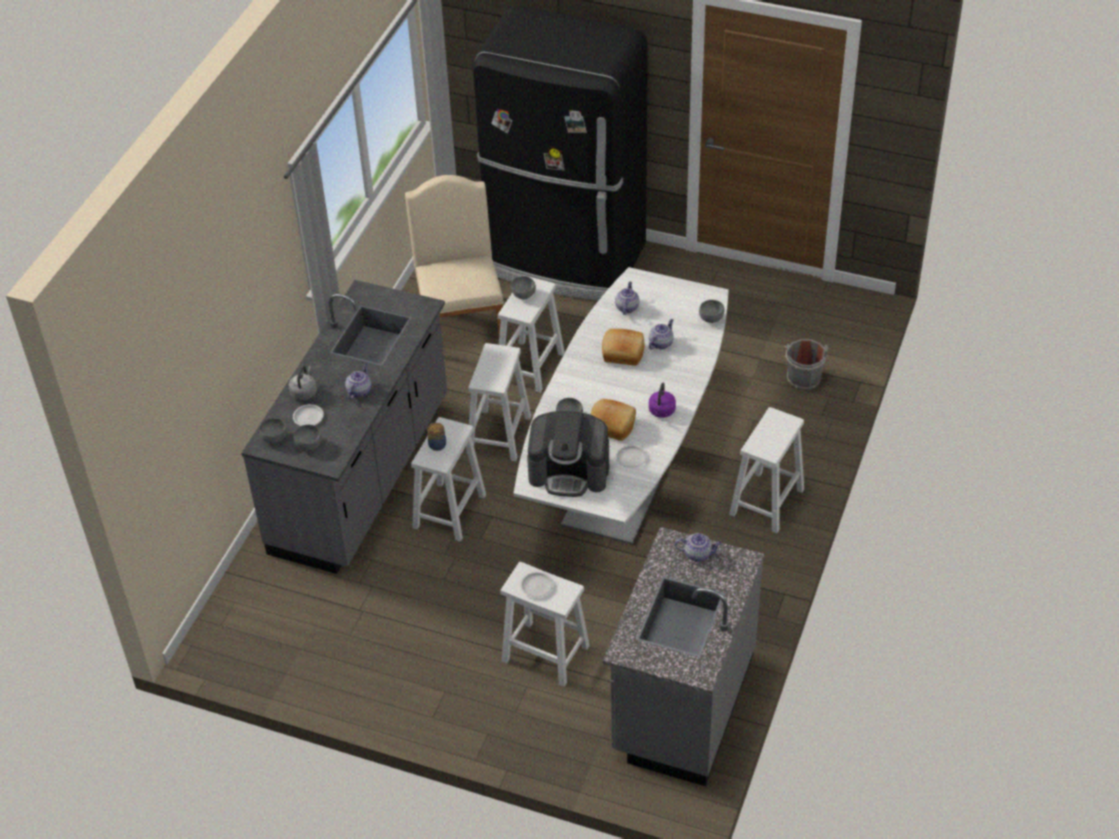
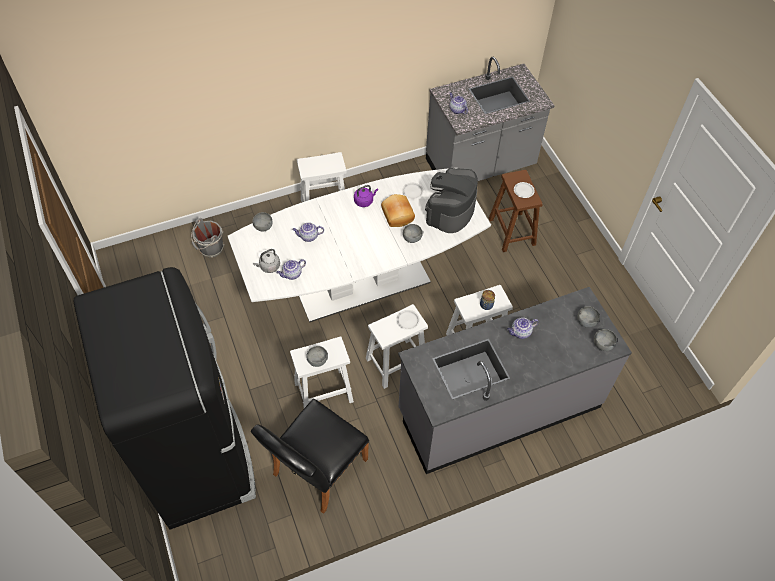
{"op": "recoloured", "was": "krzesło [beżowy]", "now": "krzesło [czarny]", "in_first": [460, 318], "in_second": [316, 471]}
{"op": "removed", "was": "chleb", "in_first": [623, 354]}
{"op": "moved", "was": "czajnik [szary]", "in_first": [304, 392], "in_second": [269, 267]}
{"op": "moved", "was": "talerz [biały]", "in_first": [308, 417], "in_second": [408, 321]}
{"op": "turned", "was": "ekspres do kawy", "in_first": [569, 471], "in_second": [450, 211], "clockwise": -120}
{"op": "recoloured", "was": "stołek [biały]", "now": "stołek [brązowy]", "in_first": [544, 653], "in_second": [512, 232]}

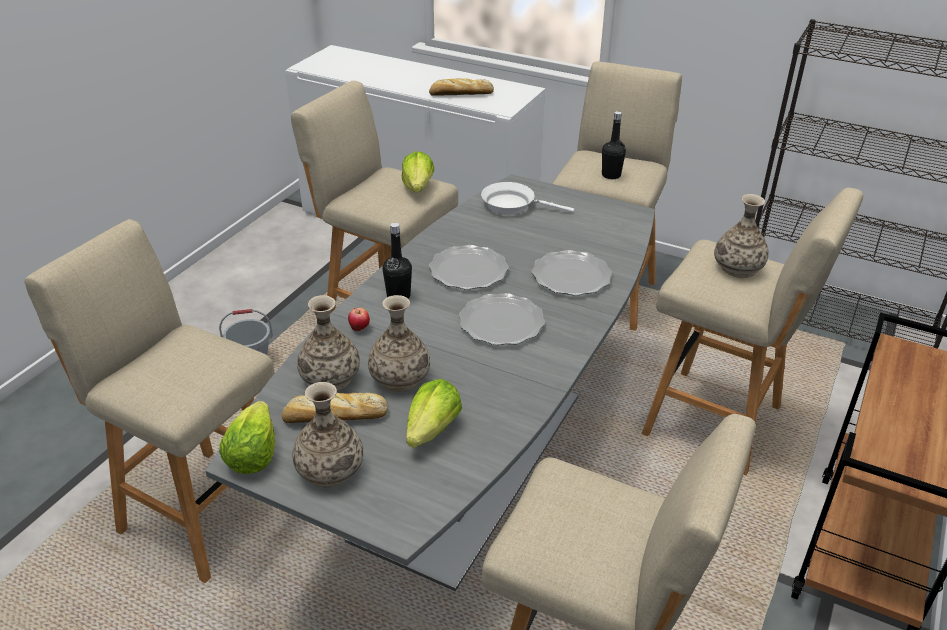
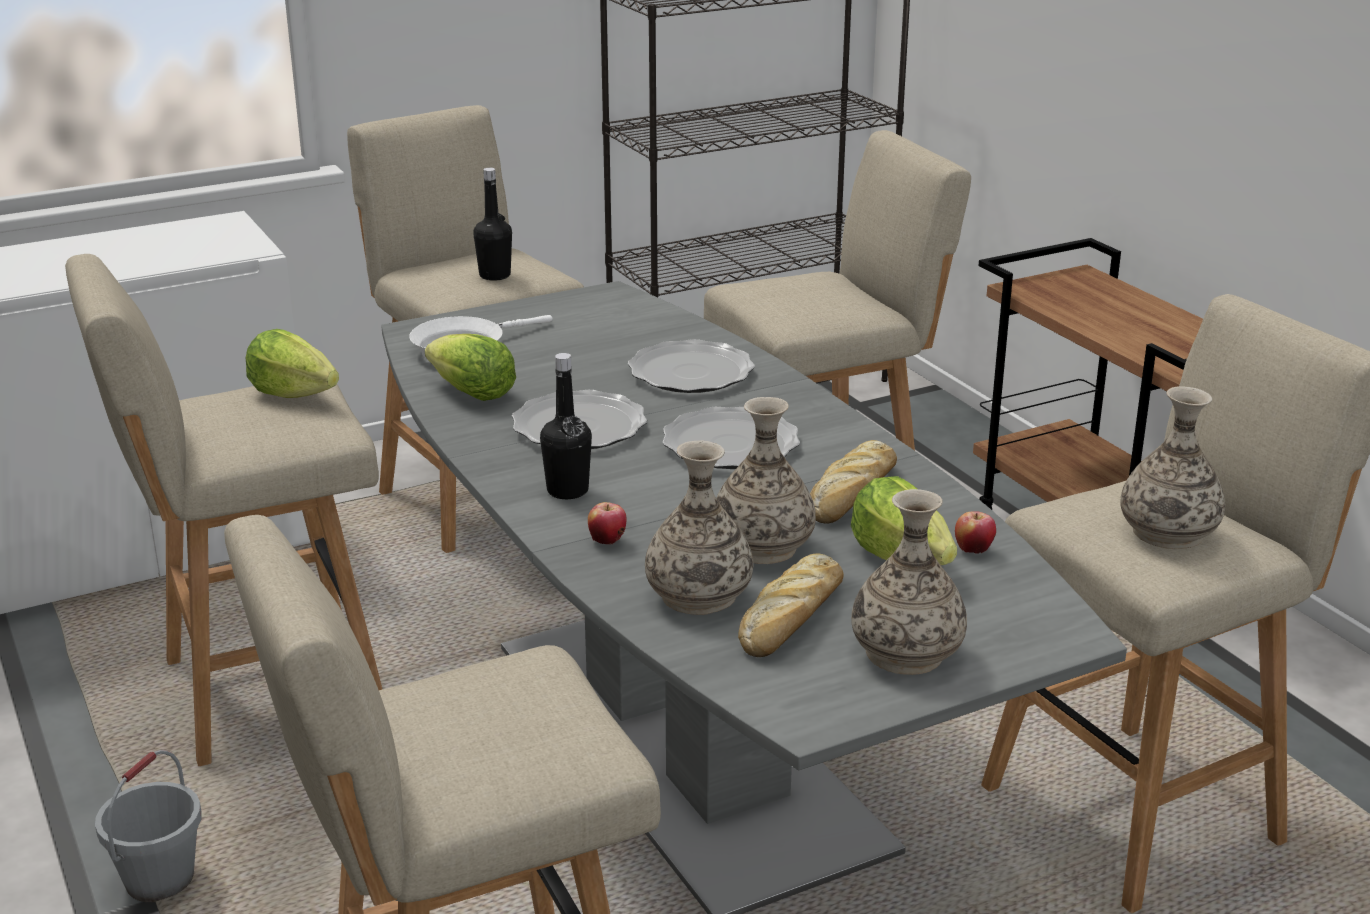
{"op": "moved", "was": "chleb", "in_first": [460, 94], "in_second": [852, 494]}
{"op": "moved", "was": "wazon", "in_first": [738, 268], "in_second": [1168, 533]}
{"op": "moved", "was": "sałata", "in_first": [253, 455], "in_second": [472, 394]}
{"op": "added", "now": "jabłko", "in_second": [973, 550]}

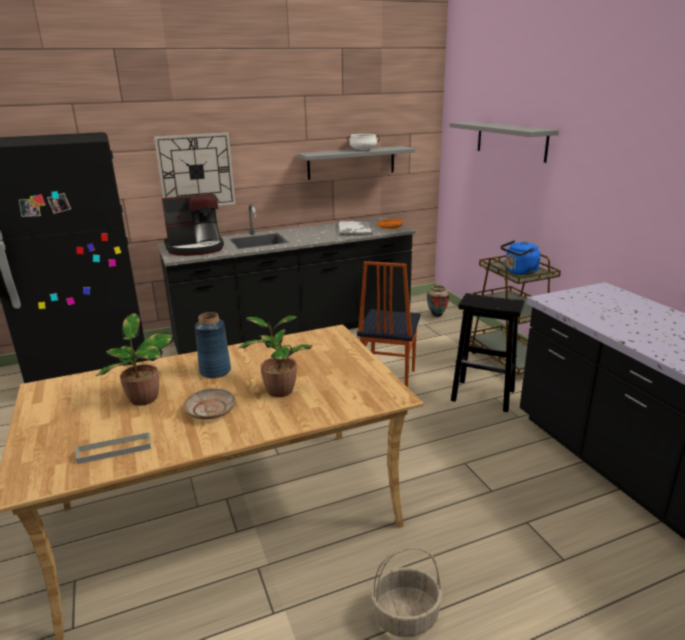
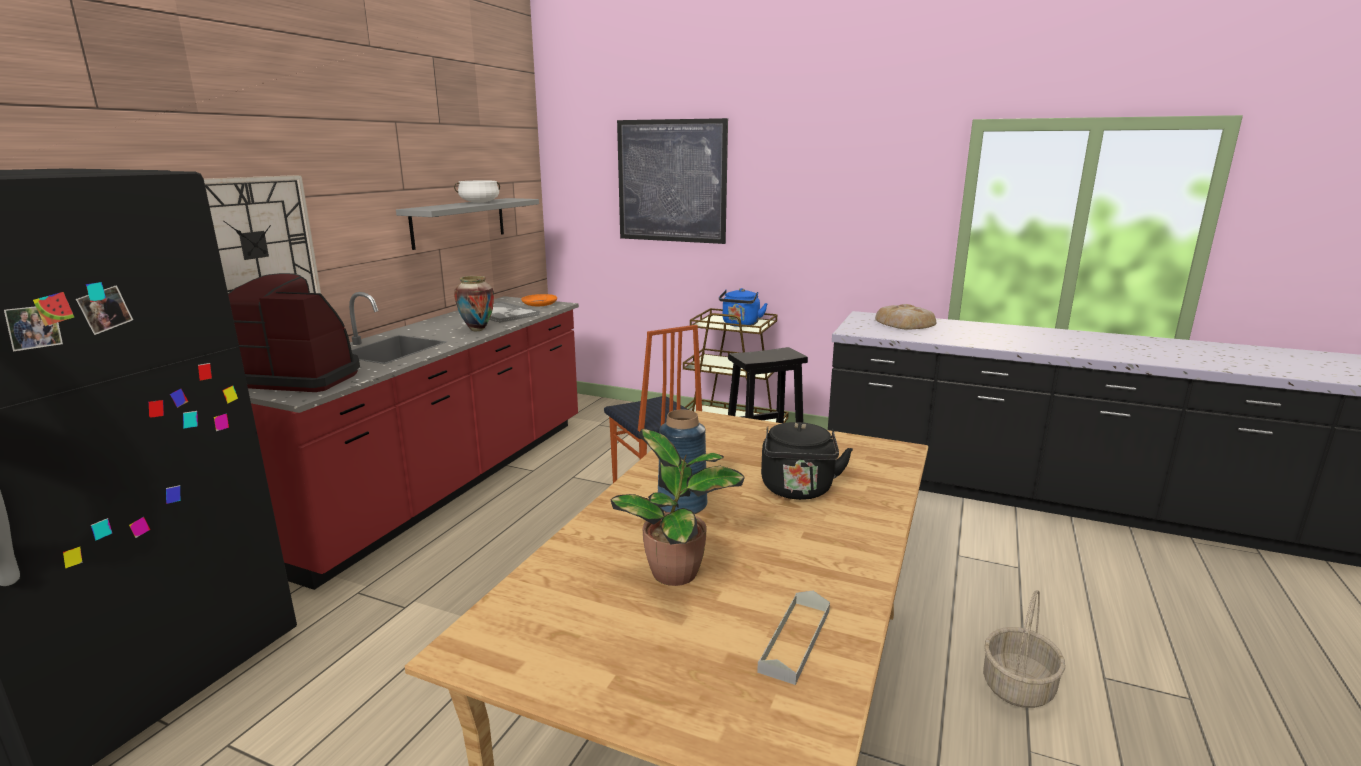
{"op": "replaced", "was": "półka [szary]", "now": "obraz", "in_first": [511, 140], "in_second": [671, 181]}
{"op": "turned", "was": "ekspres do kawy", "in_first": [195, 248], "in_second": [303, 377], "clockwise": -105}
{"op": "recoloured", "was": "zabudowa kuchenna [czarny]", "now": "zabudowa kuchenna [czerwony]", "in_first": [294, 331], "in_second": [446, 483]}
{"op": "moved", "was": "wazon", "in_first": [436, 316], "in_second": [477, 330]}
{"op": "replaced", "was": "roślina doniczkowa", "now": "czajnik [czarny]", "in_first": [278, 390], "in_second": [798, 491]}
{"op": "removed", "was": "talerz [beżowy]", "in_first": [210, 410]}
{"op": "added", "now": "chleb", "in_second": [905, 323]}

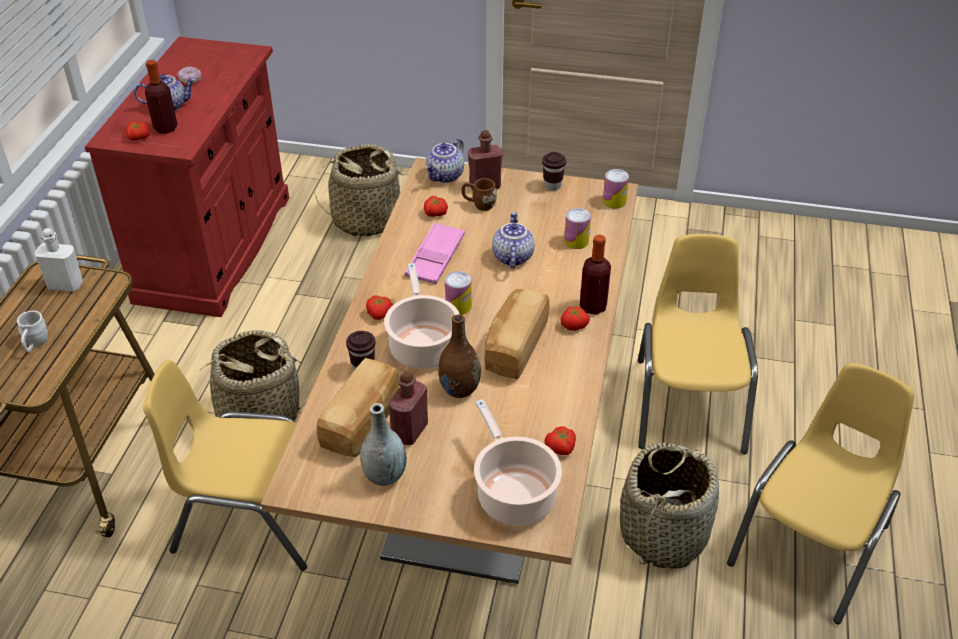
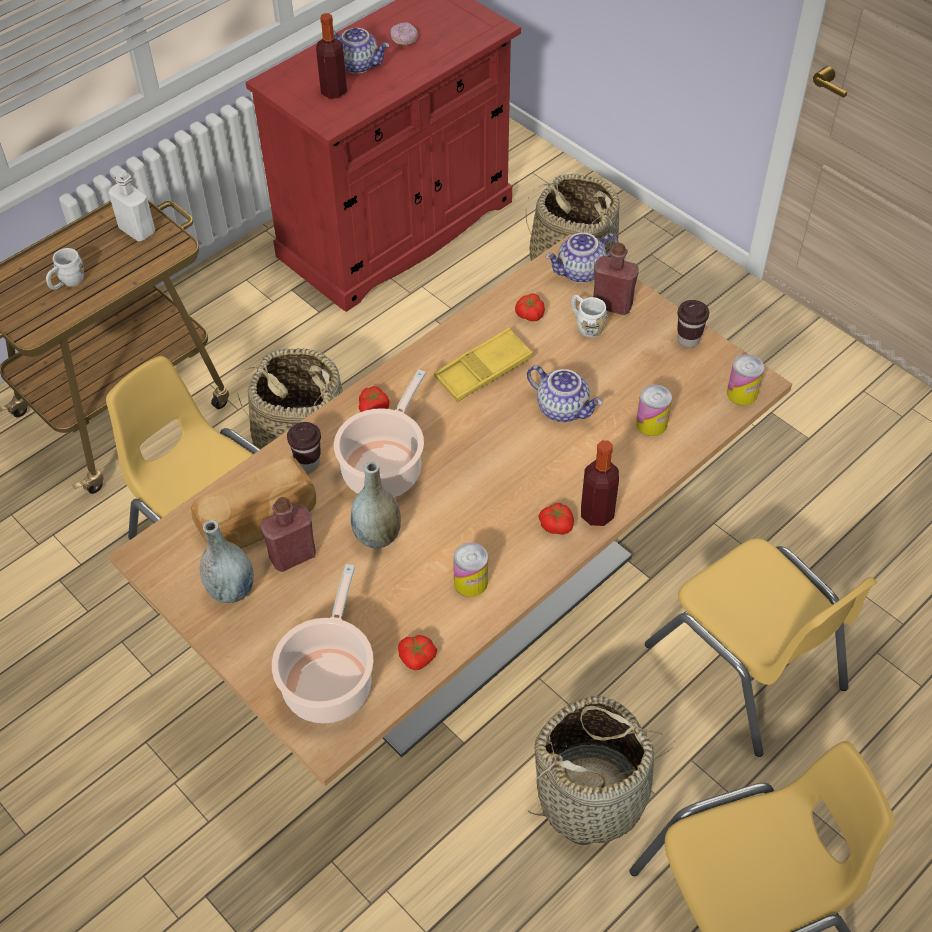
{"op": "removed", "was": "pomidor", "in_first": [138, 138]}
{"op": "recoloured", "was": "kubek [brązowy]", "now": "kubek [biały]", "in_first": [479, 204], "in_second": [586, 325]}
{"op": "turned", "was": "imbryk", "in_first": [511, 257], "in_second": [563, 408], "clockwise": 90}
{"op": "recoloured", "was": "taca [różowy]", "now": "taca [żółty]", "in_first": [435, 258], "in_second": [483, 370]}
{"op": "turned", "was": "krzesło [żółty]", "in_first": [688, 404], "in_second": [746, 667], "clockwise": 105}
{"op": "moved", "was": "puszka", "in_first": [458, 306], "in_second": [470, 582]}
{"op": "removed", "was": "chleb", "in_first": [514, 347]}
{"op": "recoloured", "was": "wazon [brązowy]", "now": "wazon [szary]", "in_first": [459, 389], "in_second": [377, 536]}

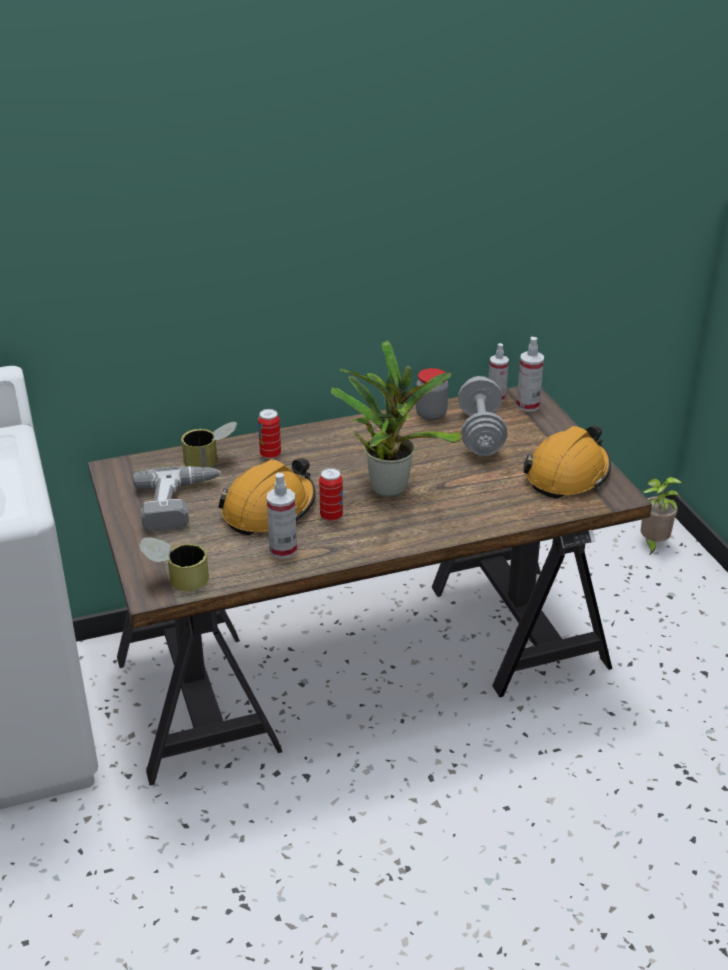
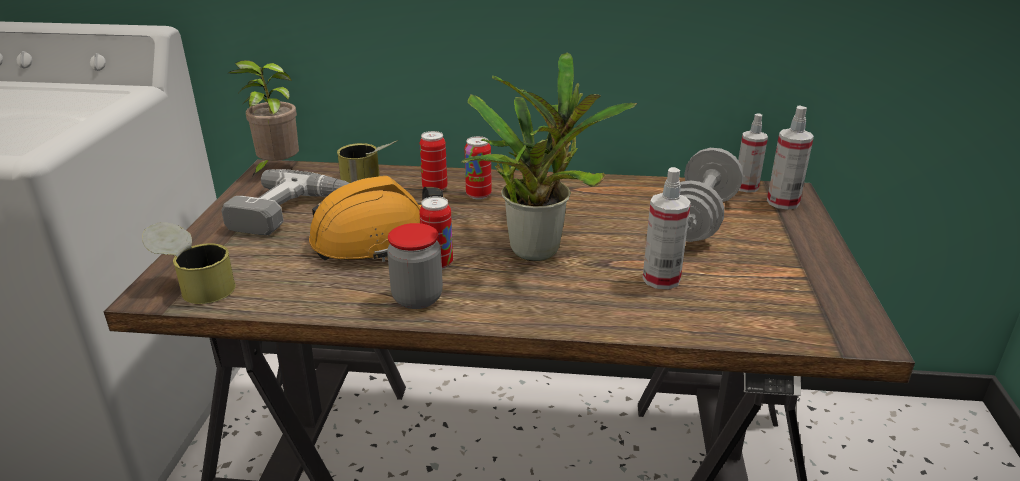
{"op": "moved", "was": "słoik", "in_first": [431, 414], "in_second": [417, 298]}
{"op": "removed", "was": "kask [pomarańczowy]", "in_first": [567, 474]}
{"op": "moved", "was": "spryskiwacz", "in_first": [283, 550], "in_second": [661, 279]}
{"op": "moved", "was": "roślina doniczkowa", "in_first": [653, 544], "in_second": [277, 170]}
{"op": "added", "now": "puszka", "in_second": [478, 195]}

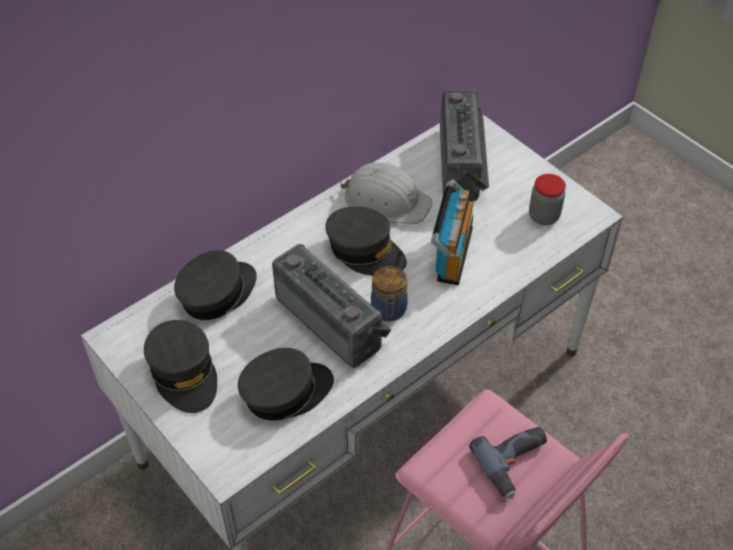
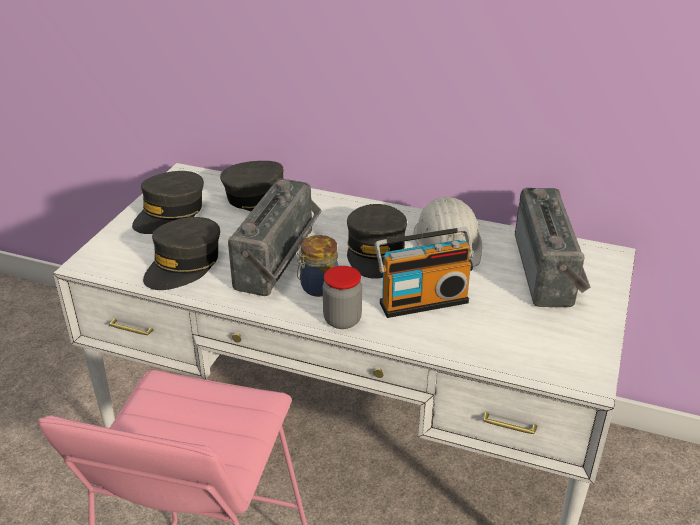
{"op": "turned", "was": "radio", "in_first": [464, 164], "in_second": [549, 271], "clockwise": -60}
{"op": "moved", "was": "słoik", "in_first": [544, 216], "in_second": [342, 320]}
{"op": "turned", "was": "czapka z daszkiem [szary]", "in_first": [286, 392], "in_second": [184, 265], "clockwise": 90}
{"op": "removed", "was": "wiertarka", "in_first": [516, 463]}

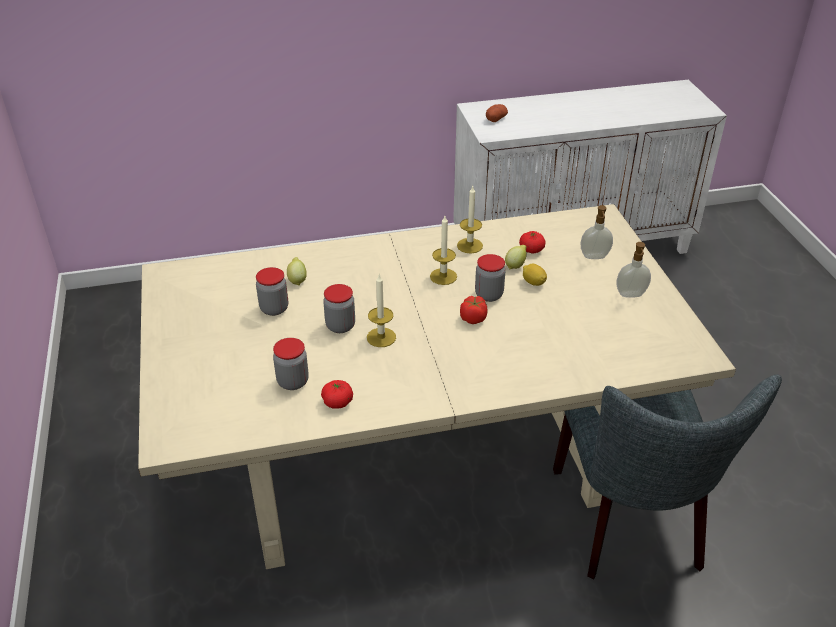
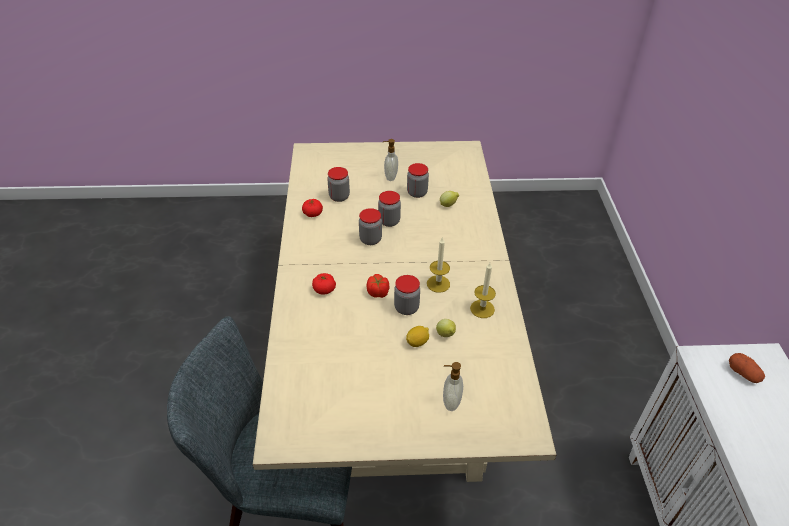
{"op": "moved", "was": "pomidor", "in_first": [531, 250], "in_second": [324, 289]}
{"op": "moved", "was": "dozownik mydła", "in_first": [631, 295], "in_second": [390, 177]}
{"op": "replaced", "was": "świeca", "now": "słoik", "in_first": [381, 337], "in_second": [370, 239]}

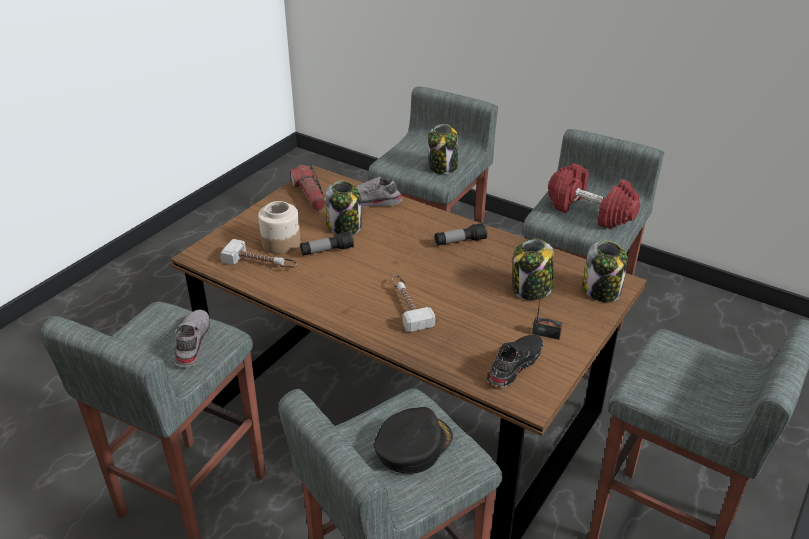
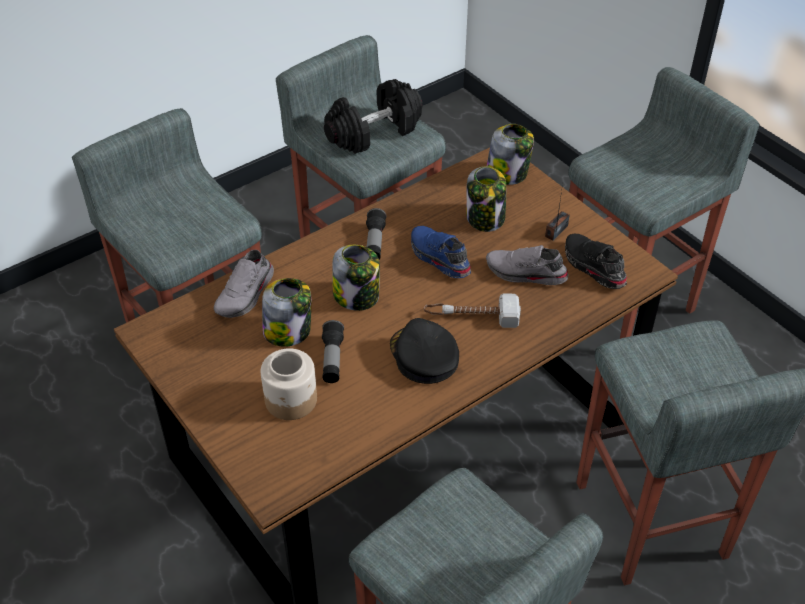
{"op": "moved", "was": "słoik", "in_first": [443, 167], "in_second": [357, 296]}
{"op": "recoloured", "was": "hantel [czerwony]", "now": "hantel [czarny]", "in_first": [591, 211], "in_second": [374, 132]}
{"op": "removed", "was": "latarka", "in_first": [310, 195]}
{"op": "removed", "was": "młotek", "in_first": [261, 263]}
{"op": "moved", "was": "but [szary]", "in_first": [191, 343], "in_second": [525, 274]}
{"op": "moved", "was": "czapka z daszkiem [czarny]", "in_first": [412, 444], "in_second": [423, 356]}
{"op": "added", "now": "but [niebieski]", "in_second": [438, 258]}

